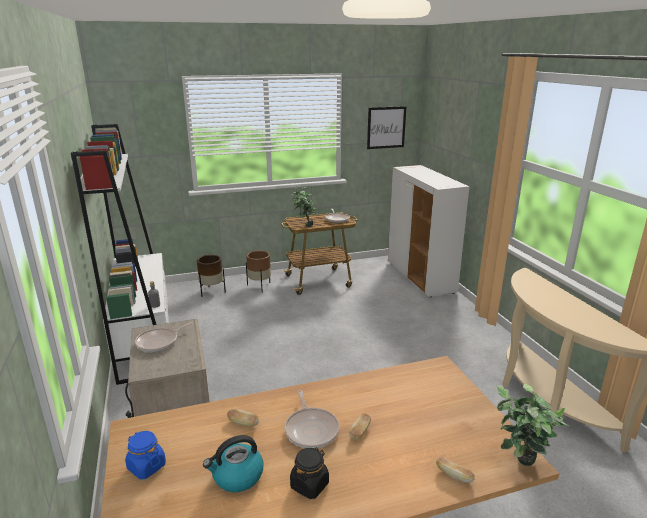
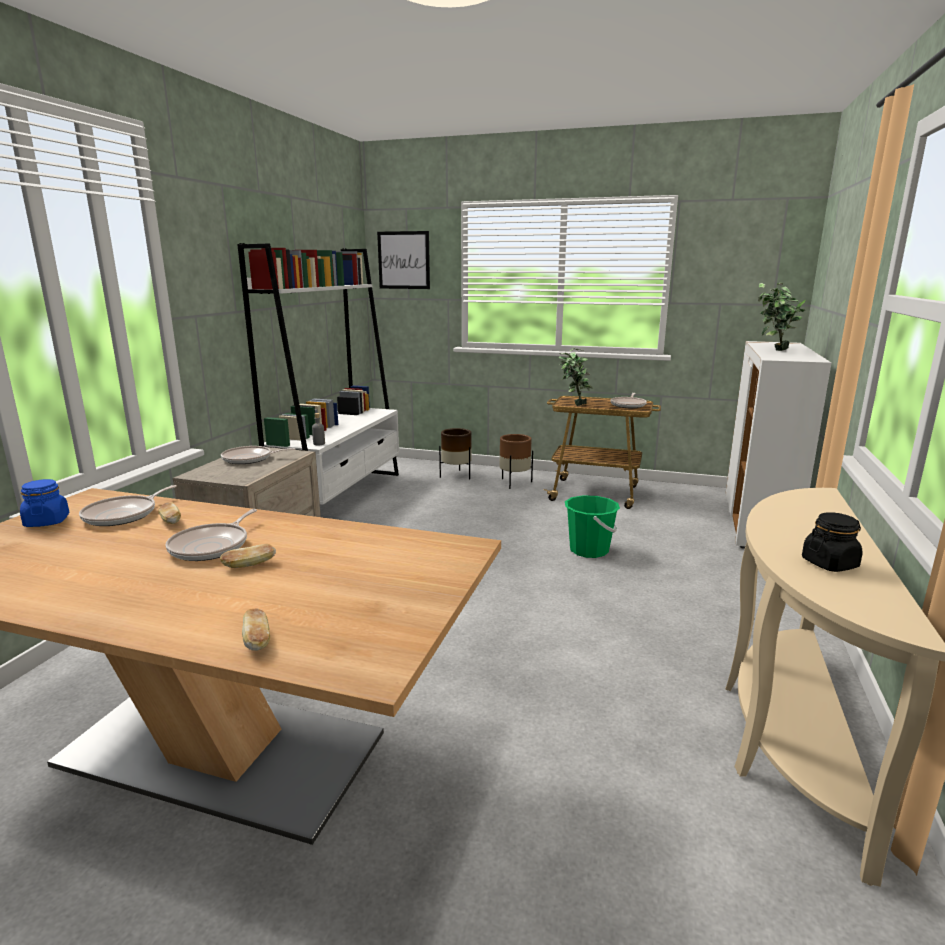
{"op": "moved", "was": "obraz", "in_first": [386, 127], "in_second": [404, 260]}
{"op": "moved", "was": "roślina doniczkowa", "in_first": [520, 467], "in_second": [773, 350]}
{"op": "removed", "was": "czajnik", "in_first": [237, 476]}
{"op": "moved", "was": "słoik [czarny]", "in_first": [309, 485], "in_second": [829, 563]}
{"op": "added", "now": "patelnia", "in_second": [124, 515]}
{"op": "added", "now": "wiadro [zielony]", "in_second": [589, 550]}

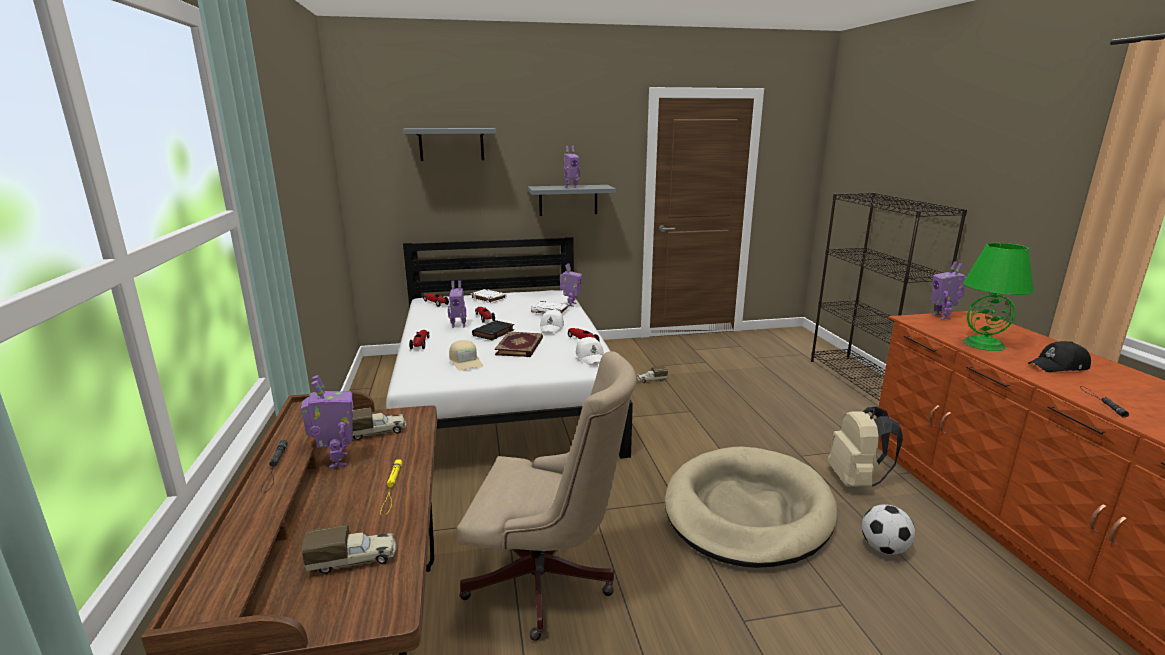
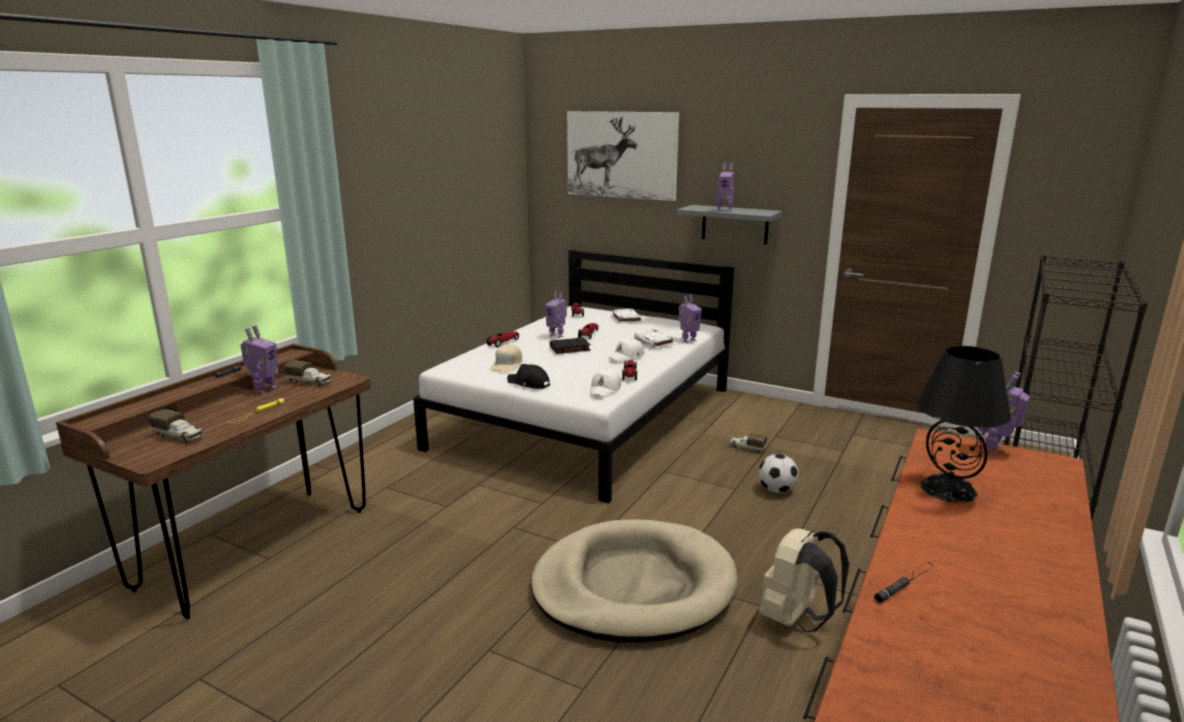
{"op": "replaced", "was": "półka [szary]", "now": "obraz", "in_first": [451, 144], "in_second": [621, 155]}
{"op": "recoloured", "was": "lampa stołowa [zielony]", "now": "lampa stołowa [czarny]", "in_first": [984, 344], "in_second": [949, 489]}
{"op": "removed", "was": "książka", "in_first": [520, 347]}
{"op": "moved", "was": "czapka z daszkiem [czarny]", "in_first": [1059, 366], "in_second": [528, 383]}
{"op": "removed", "was": "krzesło biurowe [beżowy]", "in_first": [548, 583]}
{"op": "moved", "was": "piłka futbolowa", "in_first": [884, 548], "in_second": [777, 490]}

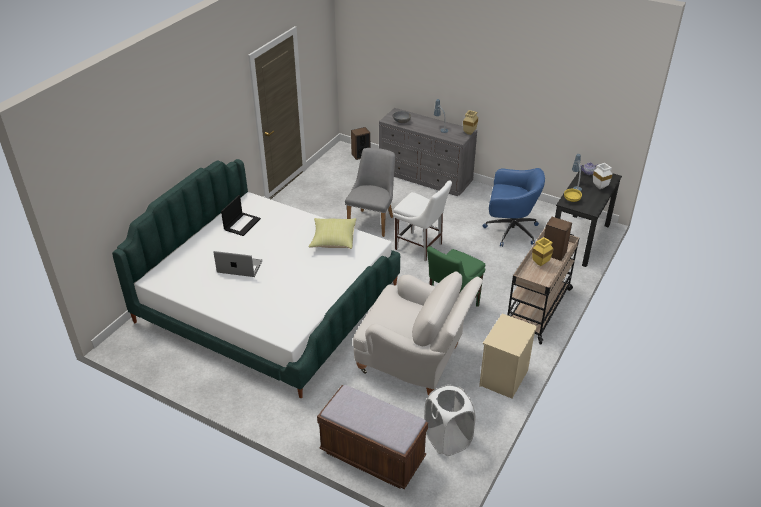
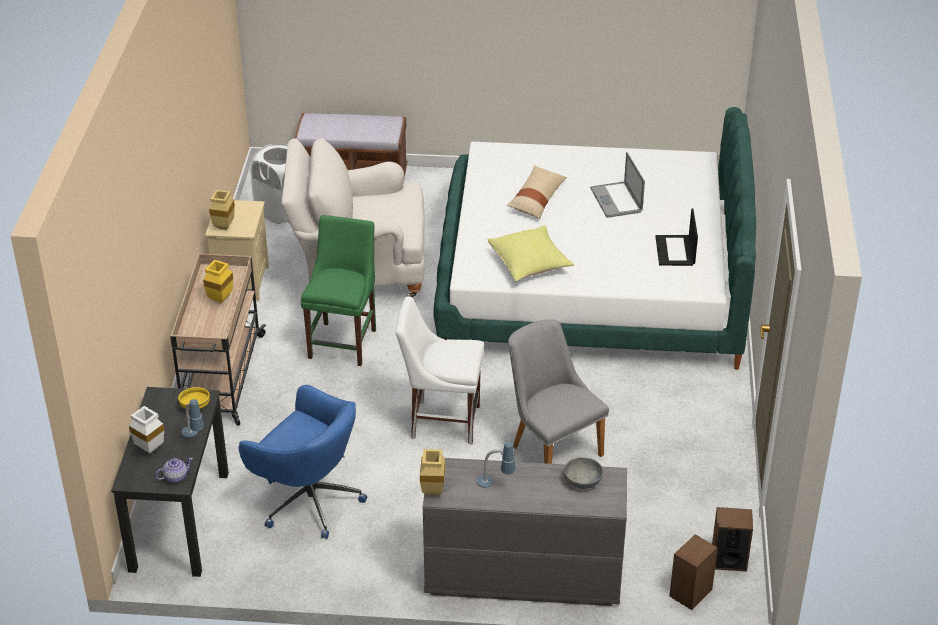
{"op": "turned", "was": "krzesło [szary]", "in_first": [373, 220], "in_second": [551, 446], "clockwise": 150}
{"op": "turned", "was": "krzesło biurowe [niebieski]", "in_first": [509, 231], "in_second": [308, 500], "clockwise": -135}
{"op": "moved", "was": "głośnik", "in_first": [553, 253], "in_second": [728, 560]}
{"op": "turned", "was": "laptop", "in_first": [239, 267], "in_second": [616, 200], "clockwise": 90}
{"op": "added", "now": "poduszka [beżowy]", "in_second": [536, 199]}
{"op": "added", "now": "wazon [beżowy]", "in_second": [224, 228]}

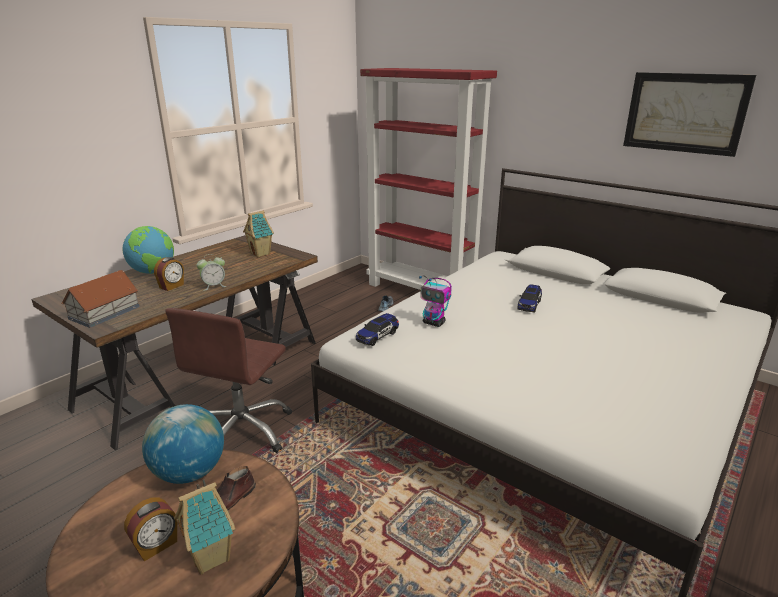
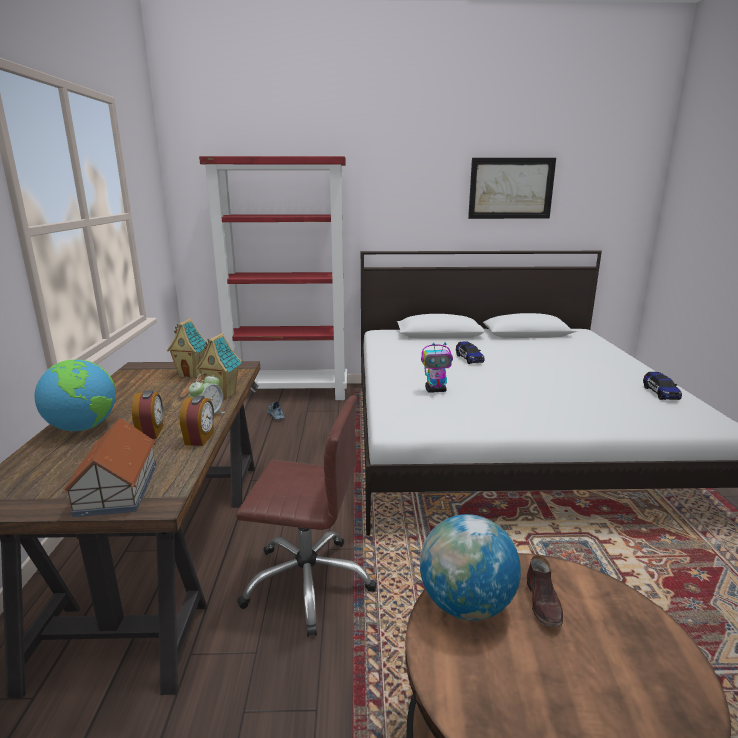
{"op": "turned", "was": "krzesło biurowe [brązowy]", "in_first": [242, 431], "in_second": [308, 582], "clockwise": -60}
{"op": "moved", "was": "samochodzik", "in_first": [377, 336], "in_second": [660, 393]}
{"op": "moved", "was": "domek", "in_first": [212, 557], "in_second": [223, 394]}
{"op": "moved", "was": "budzik", "in_first": [156, 545], "in_second": [200, 438]}

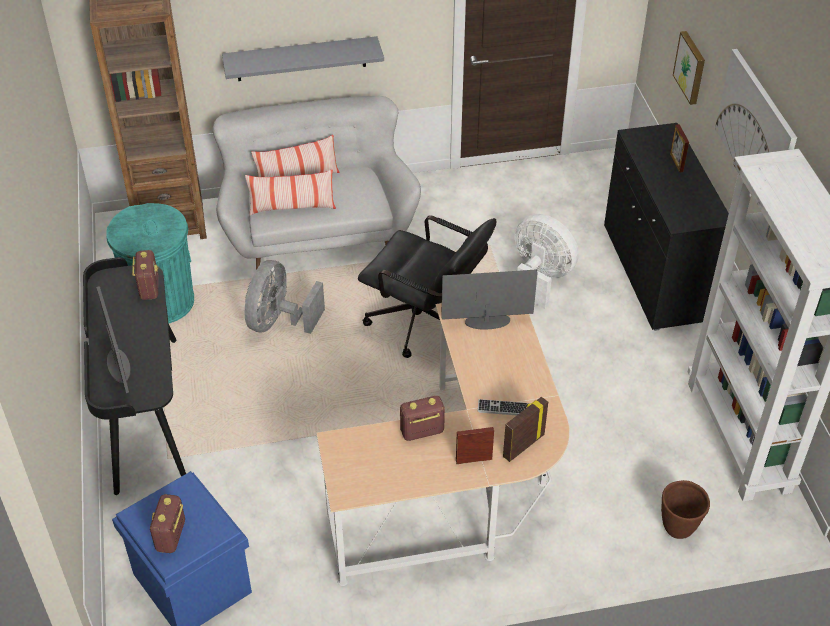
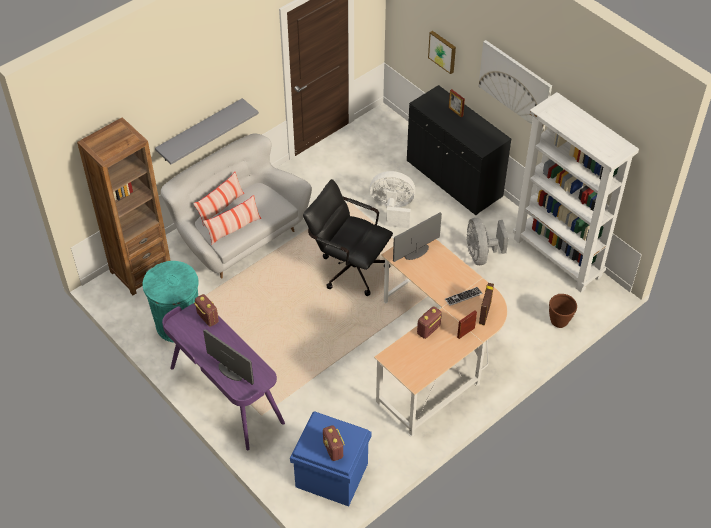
{"op": "turned", "was": "krzesło biurowe [czarny]", "in_first": [425, 324], "in_second": [348, 267], "clockwise": -150}
{"op": "recoloured", "was": "biurko [czarny]", "now": "biurko [fioletowy]", "in_first": [145, 413], "in_second": [225, 395]}
{"op": "moved", "was": "wentylator [szary]", "in_first": [279, 322], "in_second": [481, 254]}

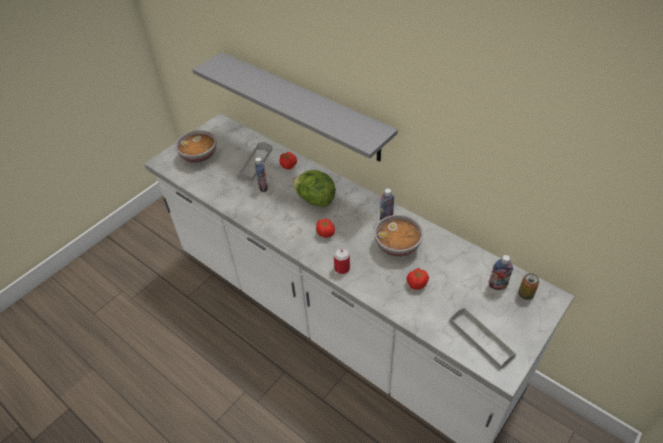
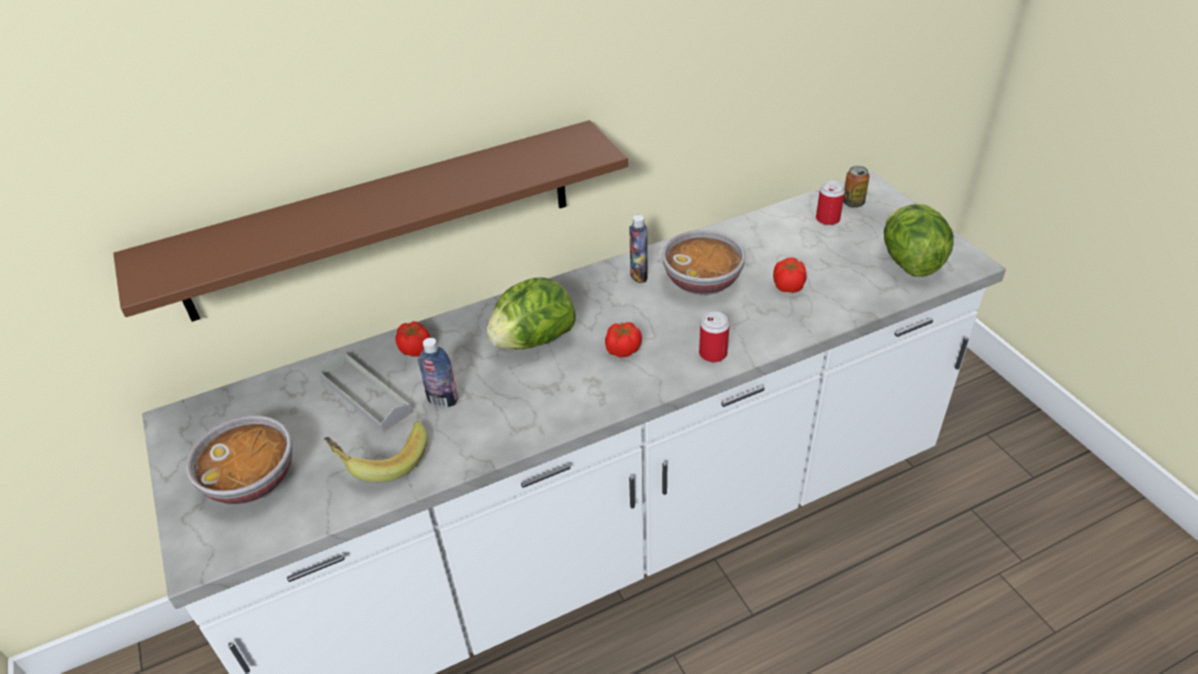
{"op": "recoloured", "was": "półka [szary]", "now": "półka [brązowy]", "in_first": [303, 106], "in_second": [380, 221]}
{"op": "replaced", "was": "butelka", "now": "puszka", "in_first": [497, 285], "in_second": [827, 219]}
{"op": "replaced", "was": "taca [szary]", "now": "sałata", "in_first": [481, 339], "in_second": [909, 262]}
{"op": "added", "now": "banan", "in_second": [382, 459]}

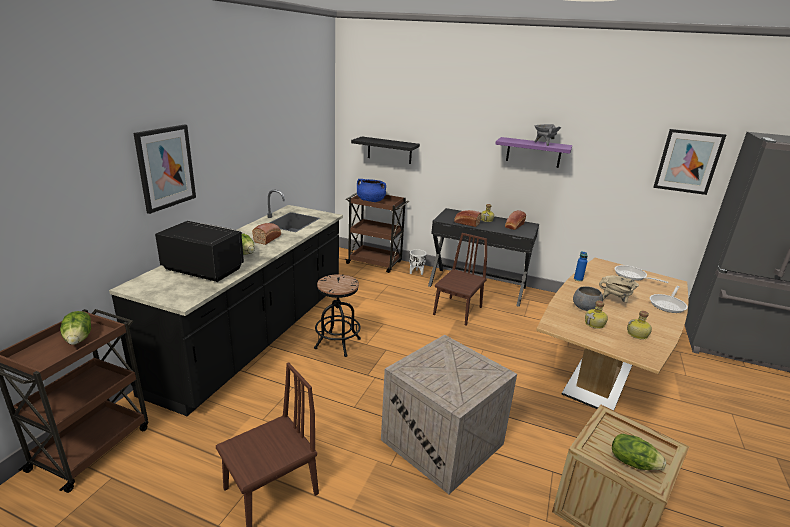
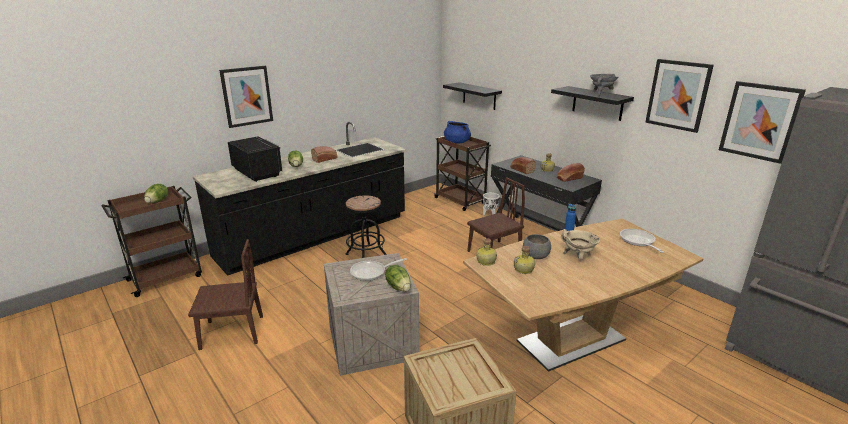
{"op": "recoloured", "was": "półka [fioletowy]", "now": "półka [czarny]", "in_first": [533, 152], "in_second": [597, 103]}
{"op": "moved", "was": "patelnia", "in_first": [668, 304], "in_second": [371, 272]}
{"op": "moved", "was": "butelka", "in_first": [637, 335], "in_second": [486, 262]}
{"op": "moved", "was": "sałata", "in_first": [632, 462], "in_second": [399, 287]}
{"op": "added", "now": "obraz", "in_second": [678, 95]}

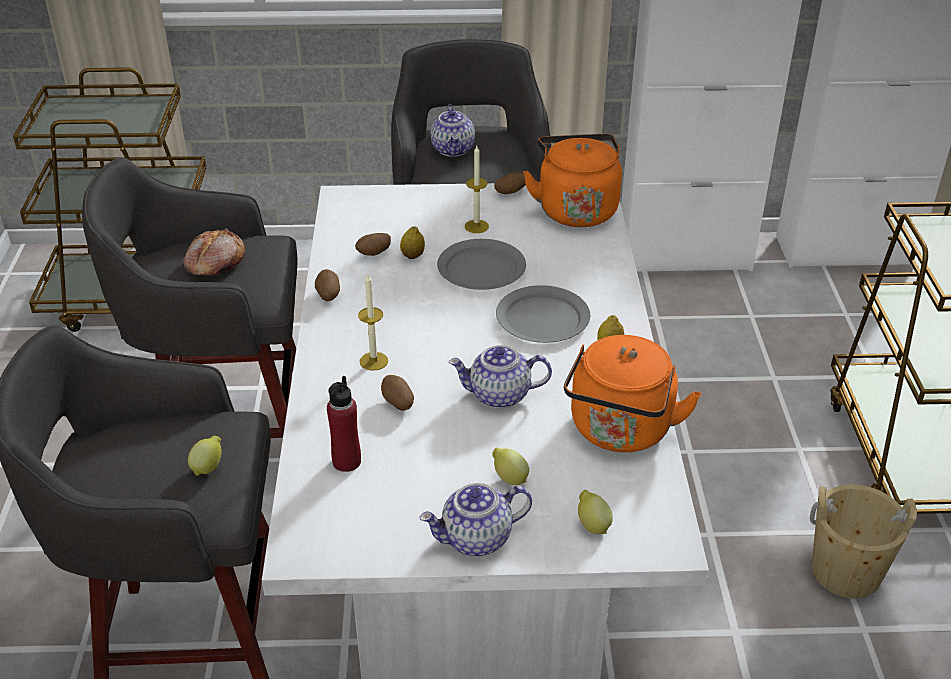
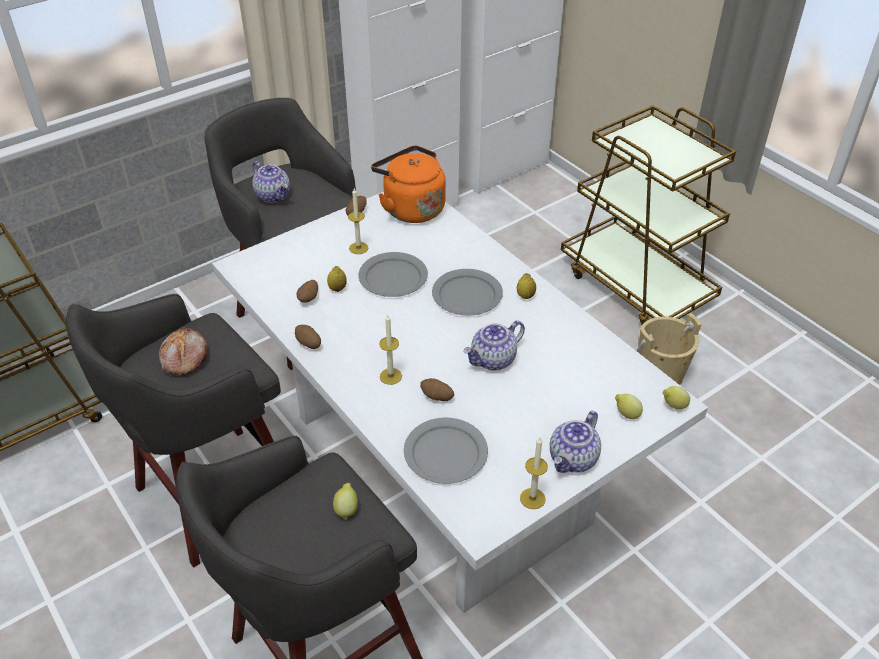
{"op": "removed", "was": "czajnik [pomarańczowy]", "in_first": [620, 432]}
{"op": "replaced", "was": "butelka [czerwony]", "now": "talerz [szary]", "in_first": [346, 461], "in_second": [446, 453]}
{"op": "moved", "was": "cytryna", "in_first": [509, 478], "in_second": [673, 406]}
{"op": "added", "now": "świeca", "in_second": [532, 498]}

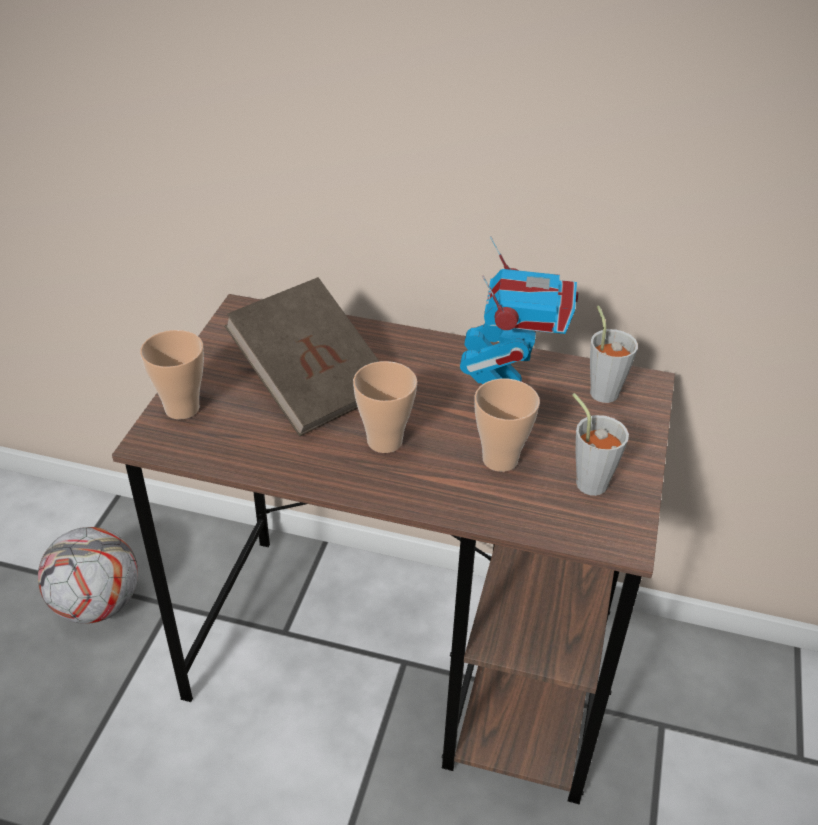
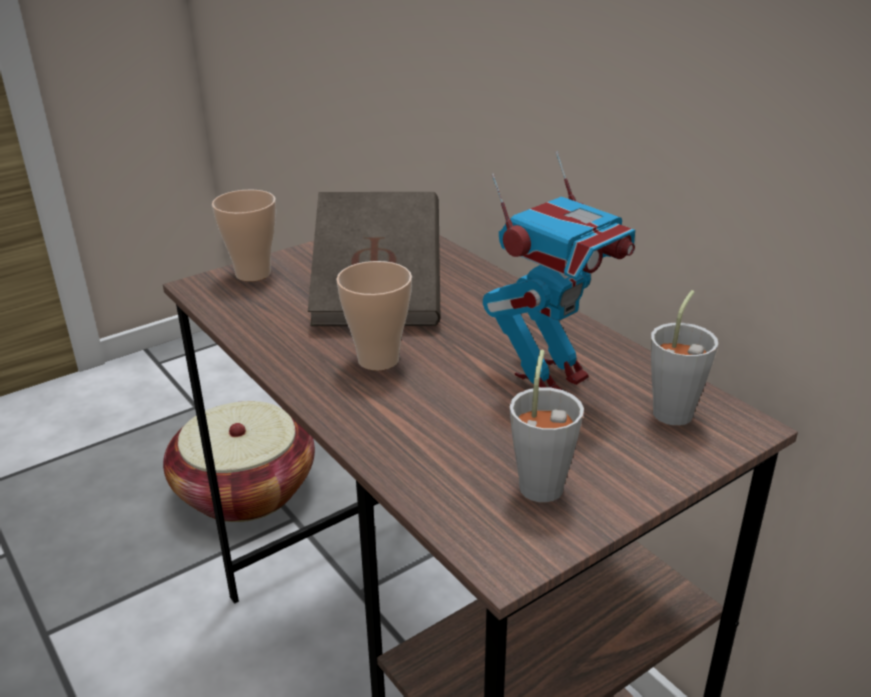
{"op": "removed", "was": "filiżanka", "in_first": [500, 459]}
{"op": "replaced", "was": "piłka futbolowa", "now": "koszyk", "in_first": [97, 604], "in_second": [245, 490]}

